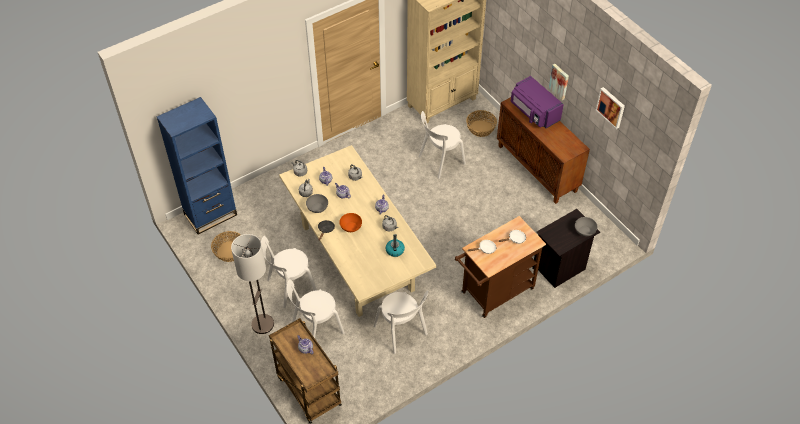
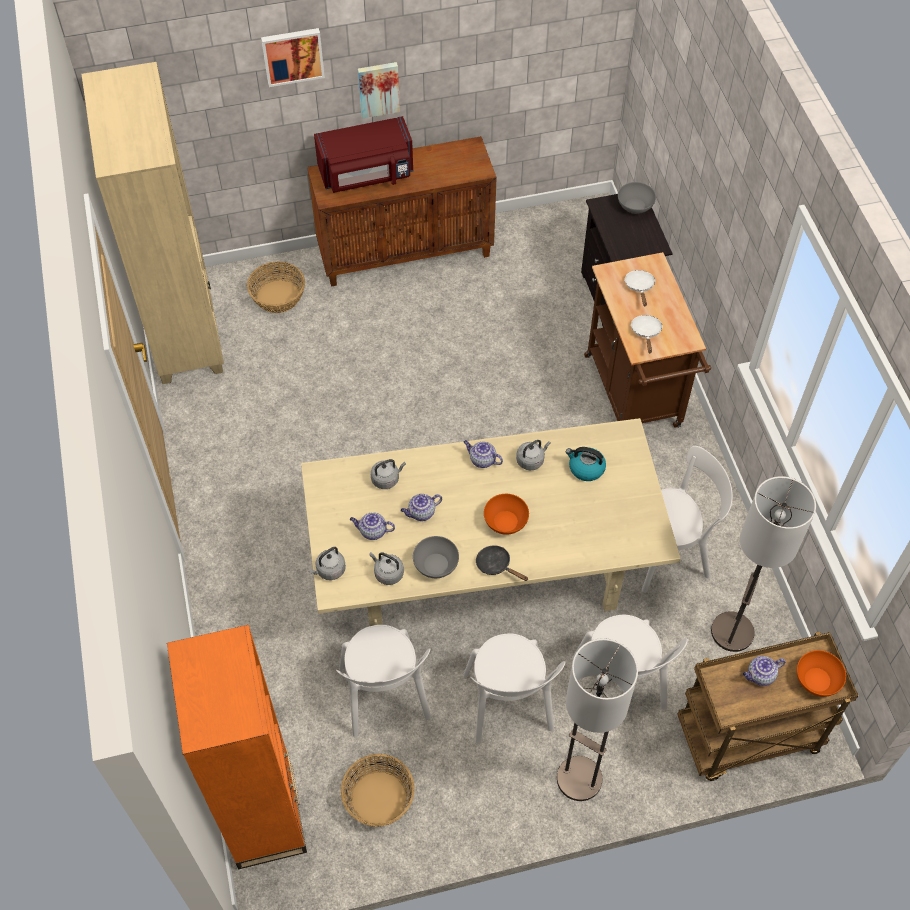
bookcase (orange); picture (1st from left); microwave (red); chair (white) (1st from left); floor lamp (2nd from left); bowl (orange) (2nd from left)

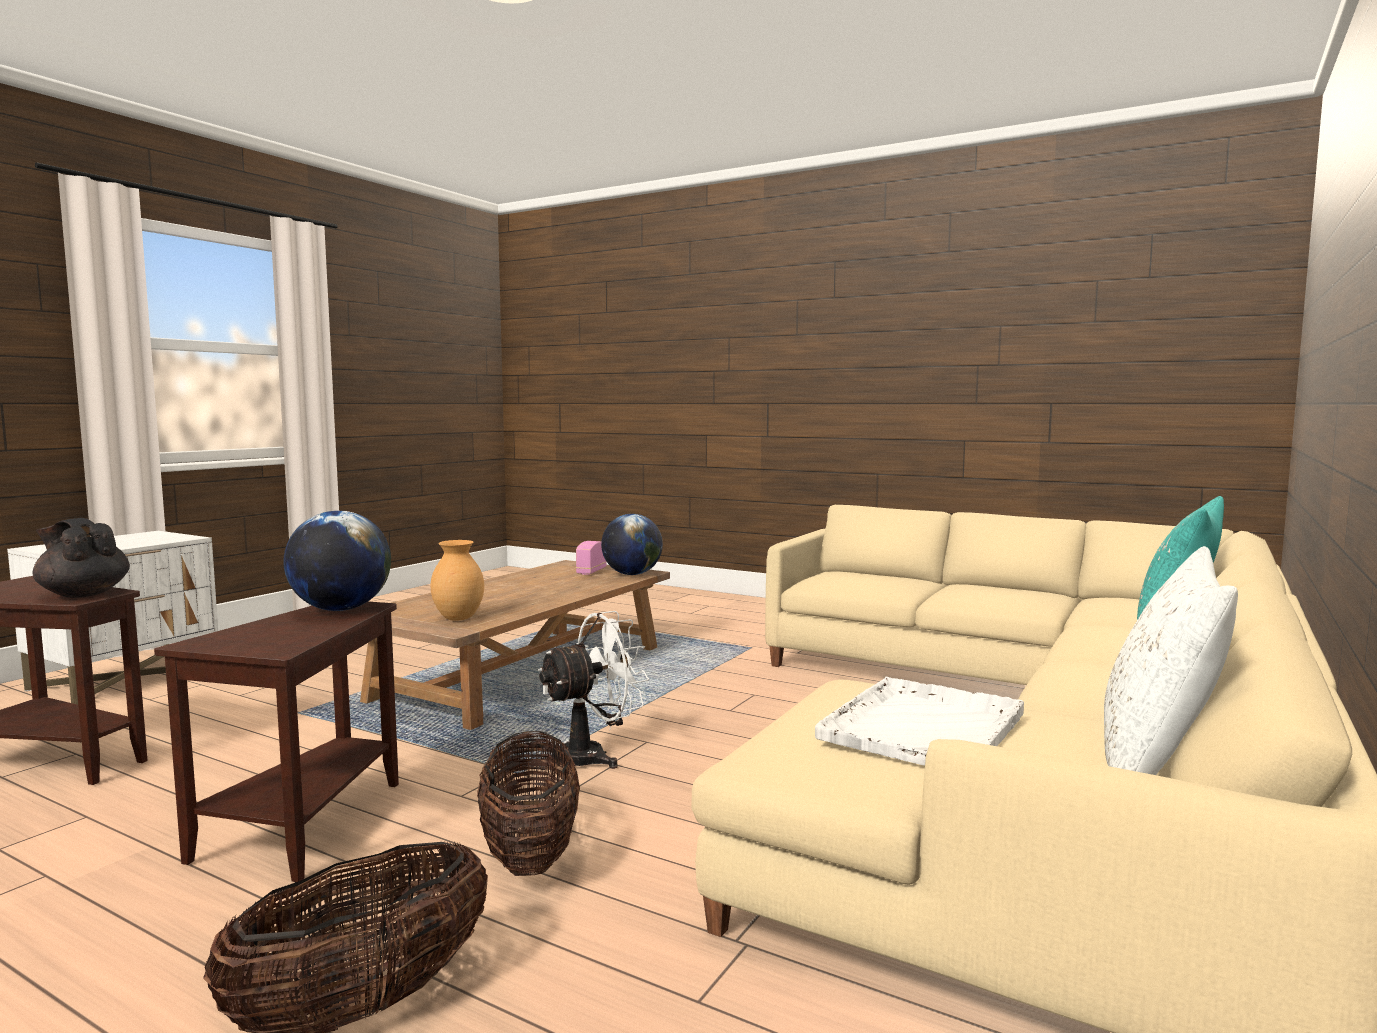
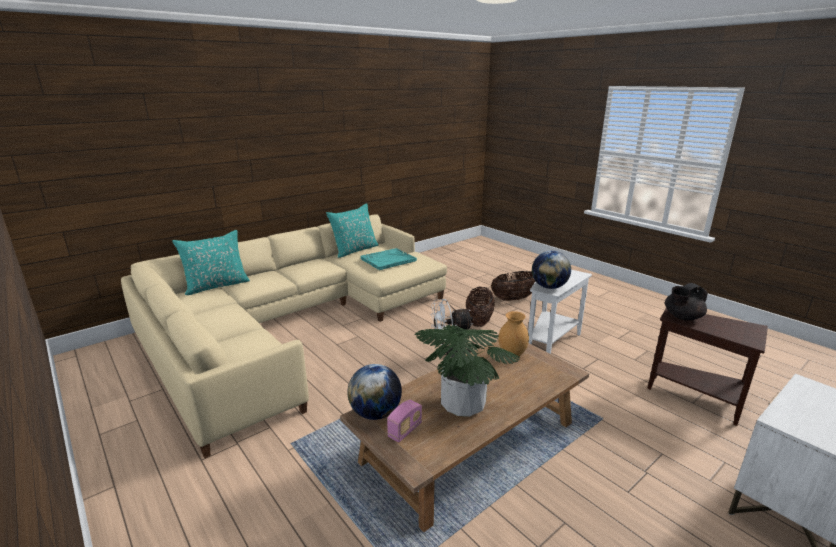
pillow (turquoise) (2nd from left); tray (turquoise); potted plant; side table (white); teapot (black)

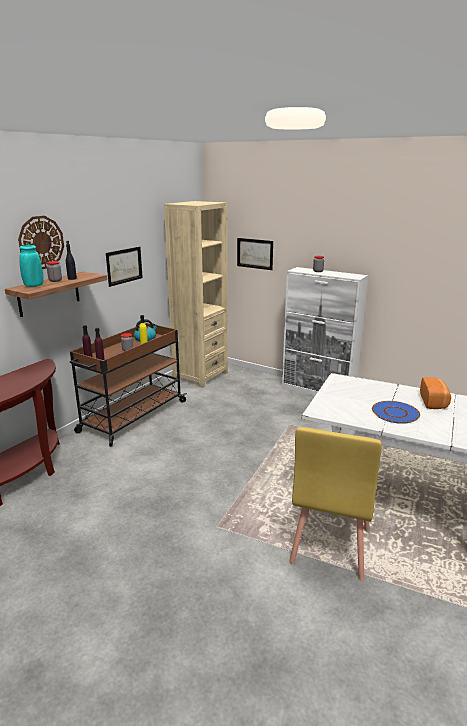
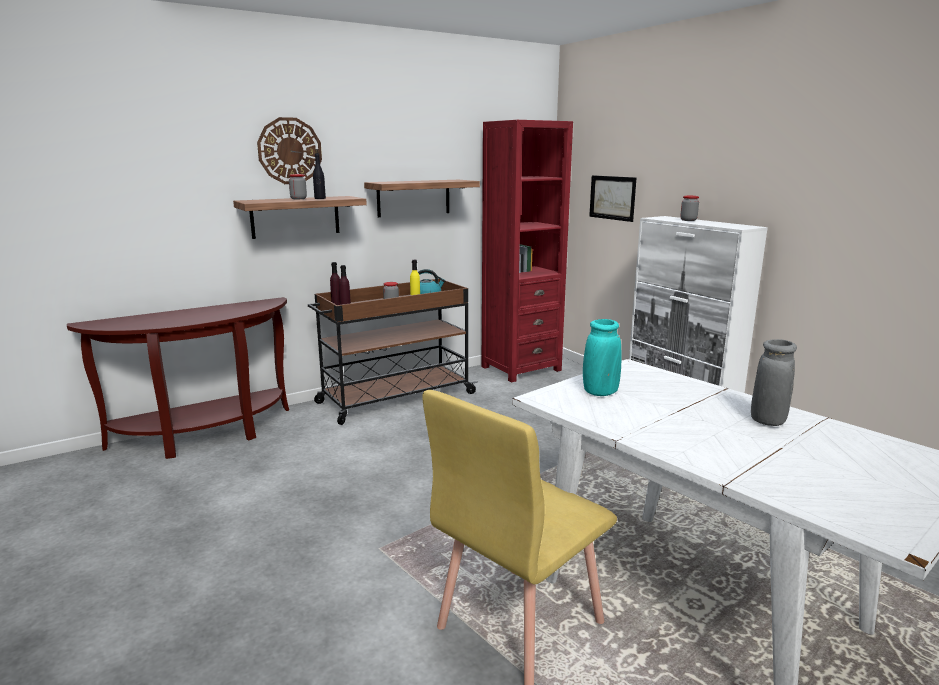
shelf (2nd from left); bookcase (red); vase (turquoise); vase (grey); plate (blue)

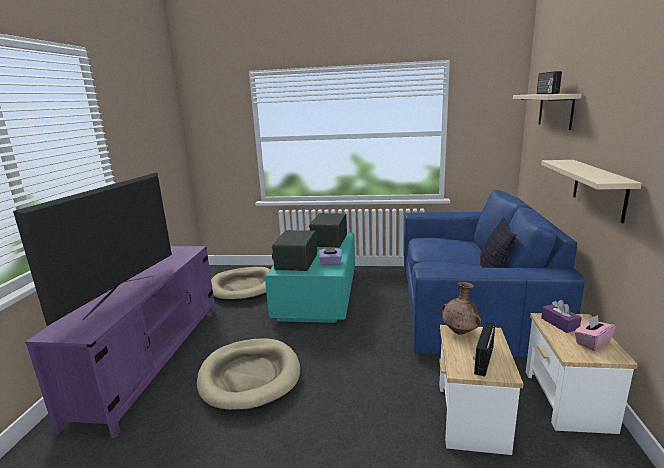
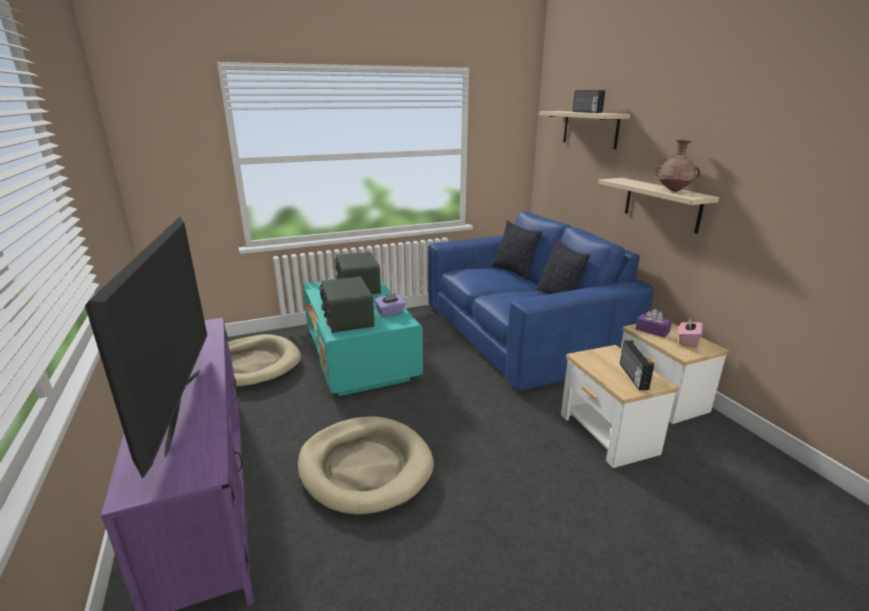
pillow (1st from left); vase (brown)

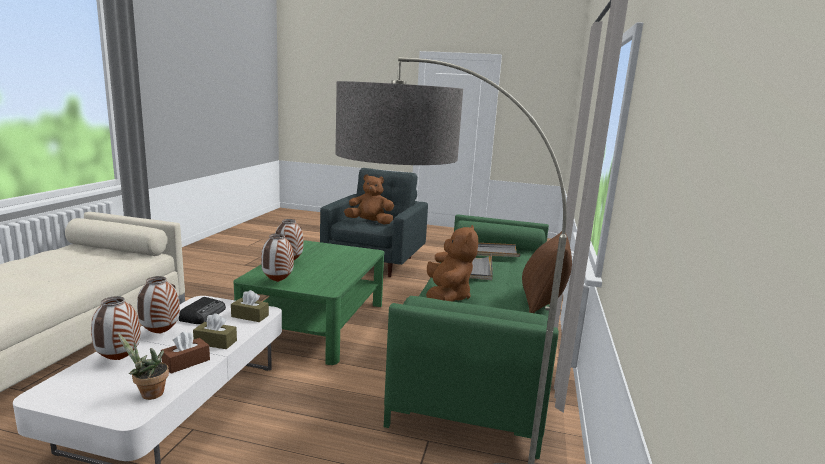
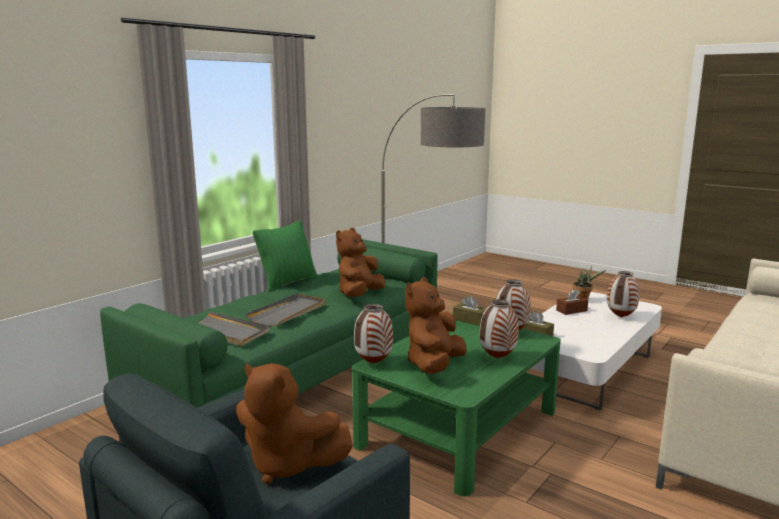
pillow (green); vase (1st from left); plush toy (brown) (3rd from left); tissue box (brown) (1st from left); radio

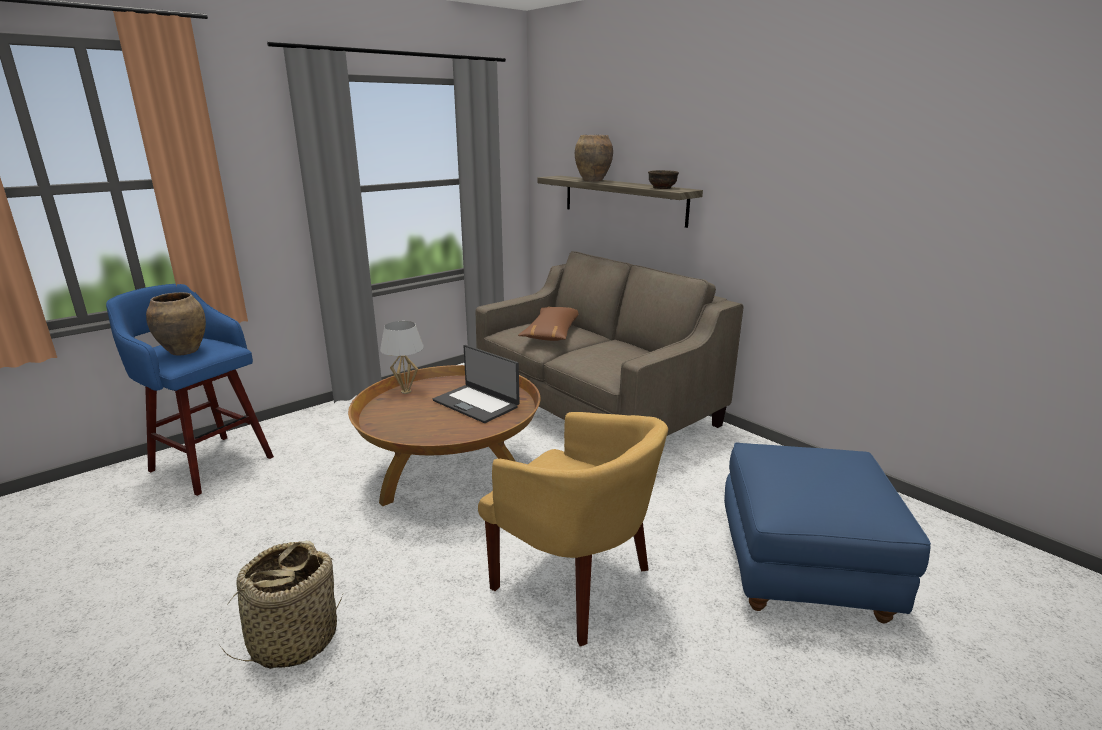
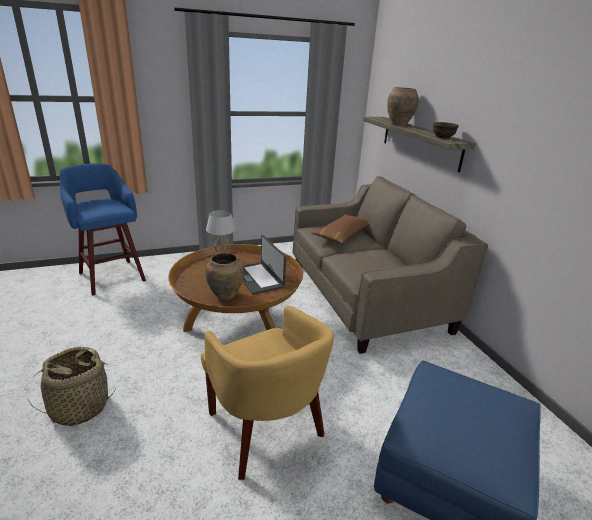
vase (brown) (1st from left)

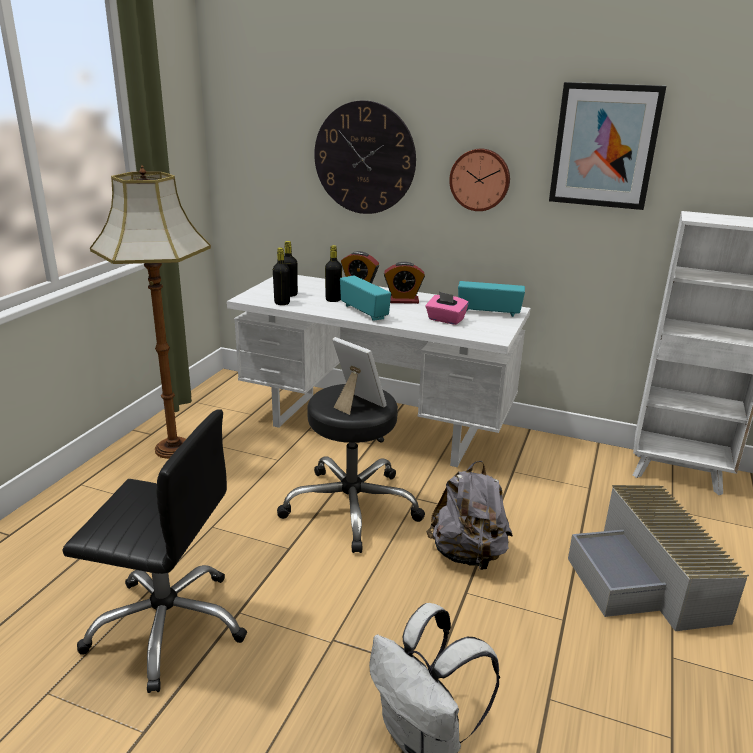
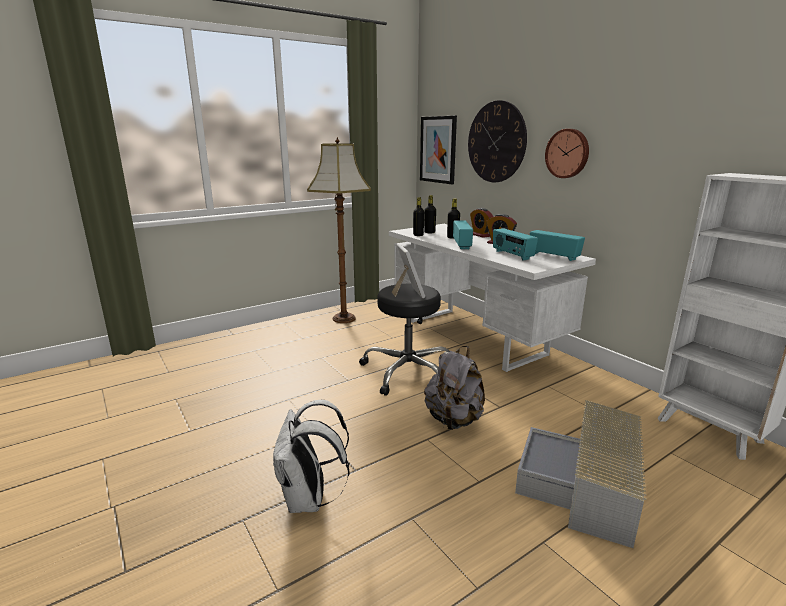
picture; radio (2nd from left); office chair (black)

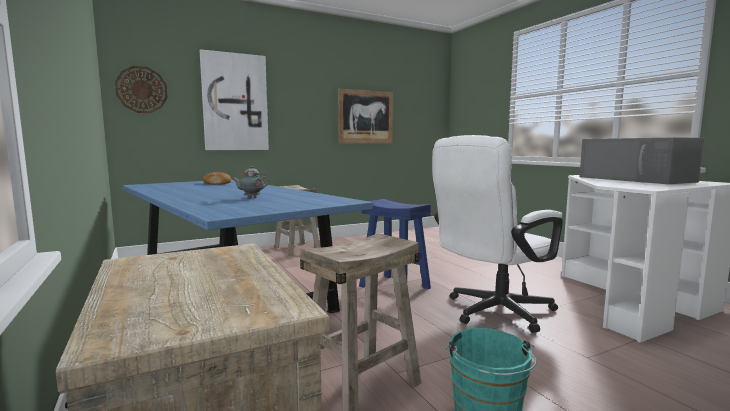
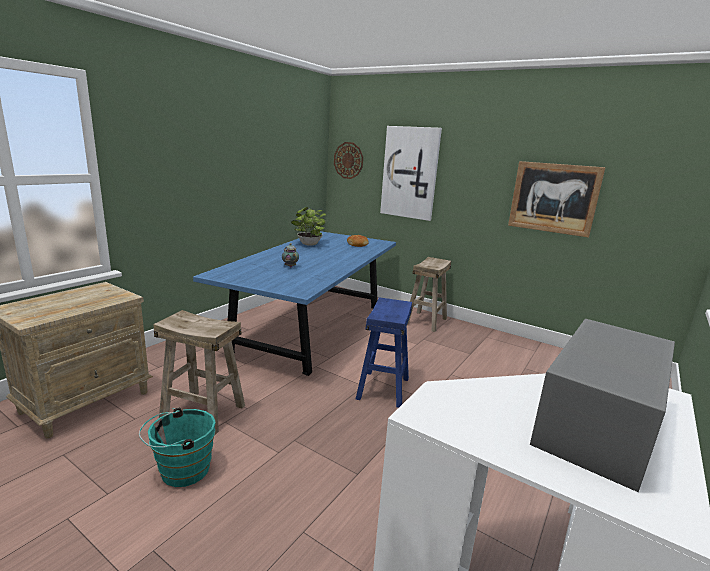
potted plant; office chair (white)

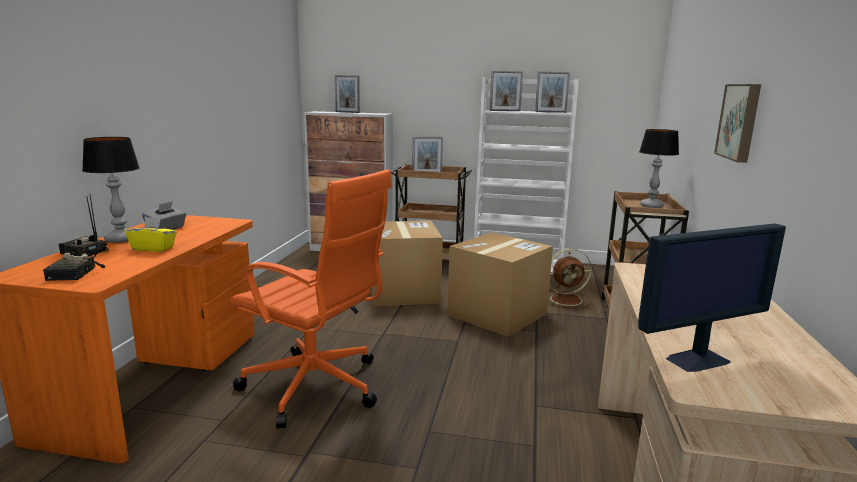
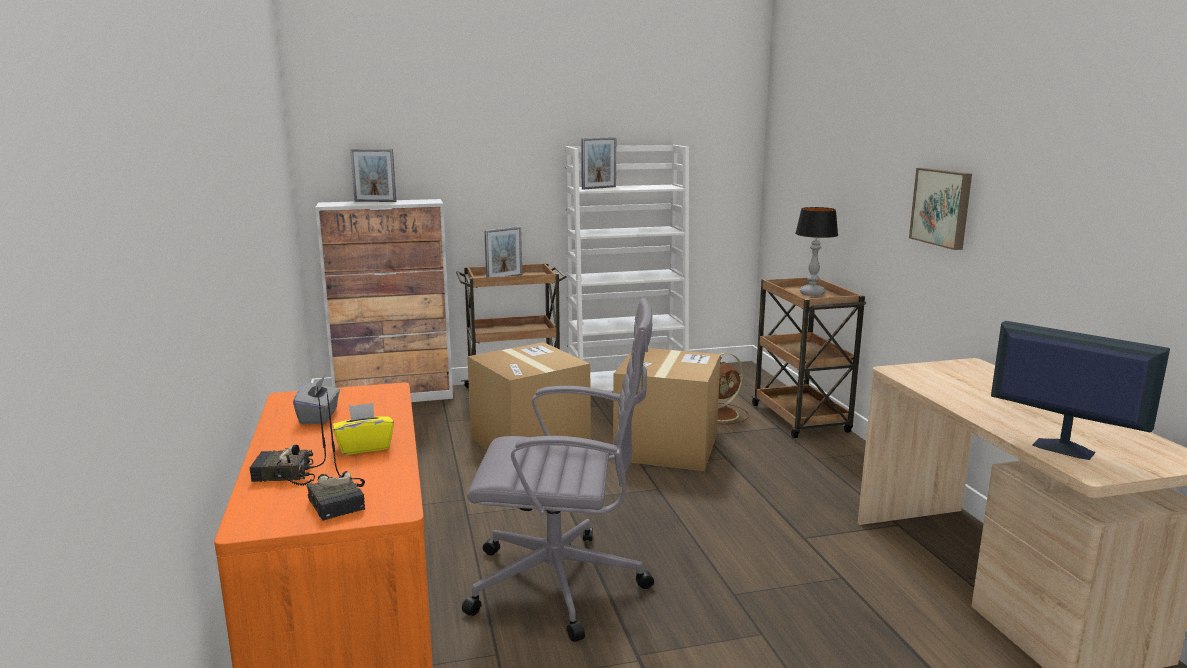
office chair (grey); monitor; table lamp (1st from left in the first image); picture frame (4th from left in the first image)

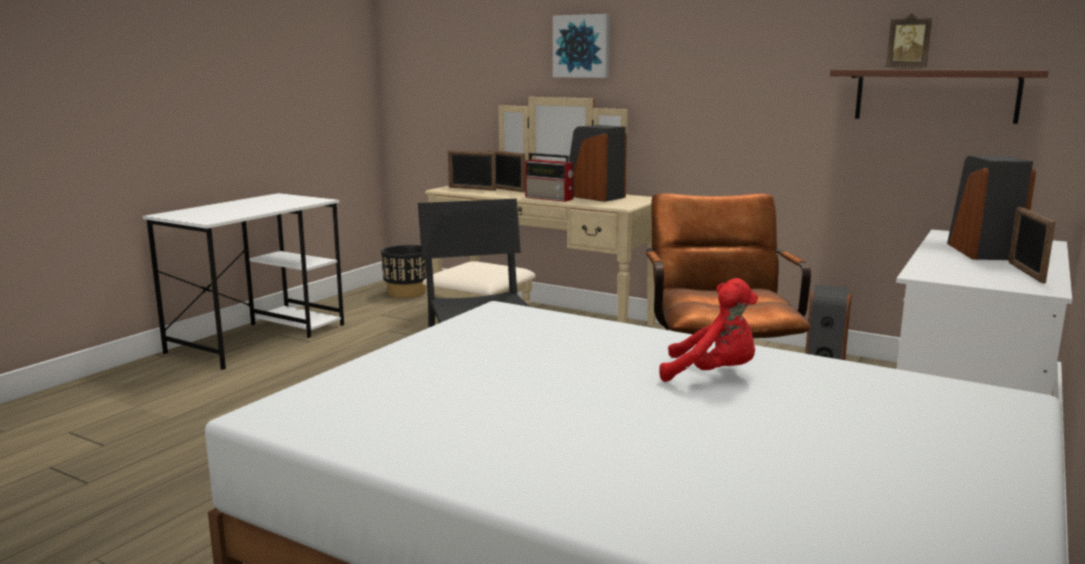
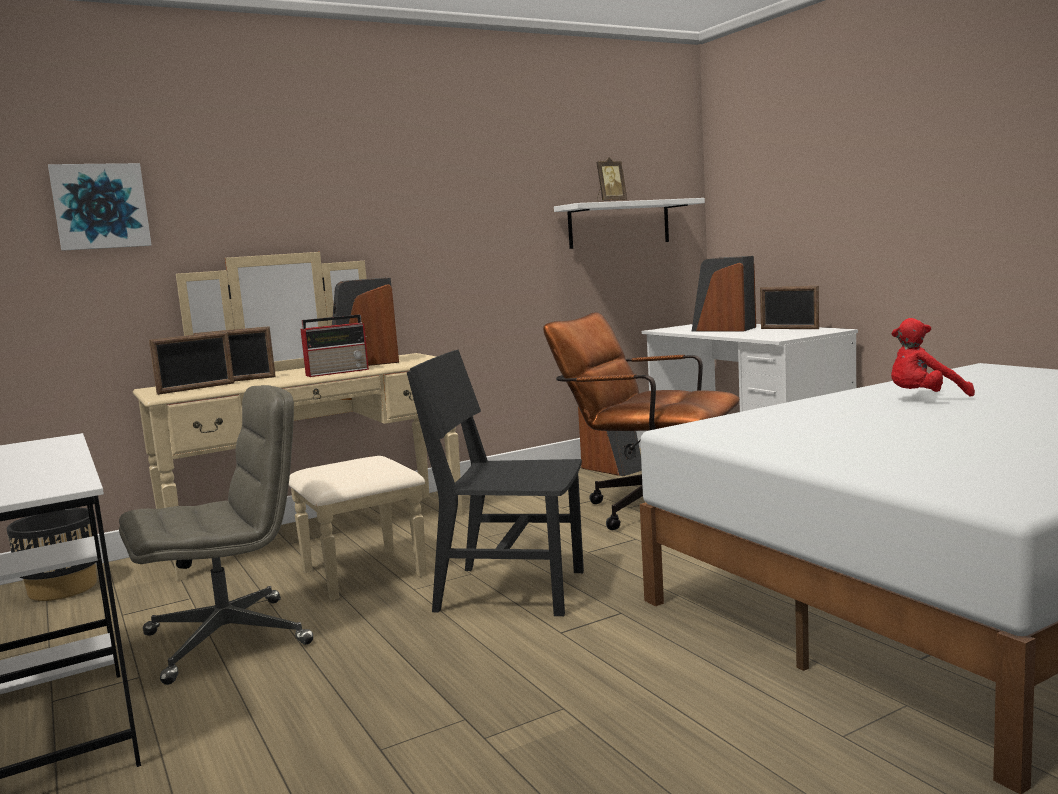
picture; office chair (grey); shelf (white); plush toy (red)

